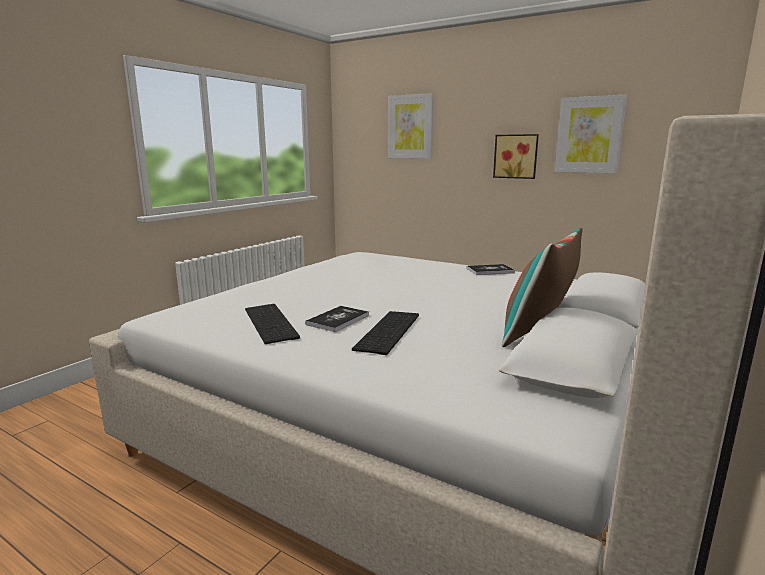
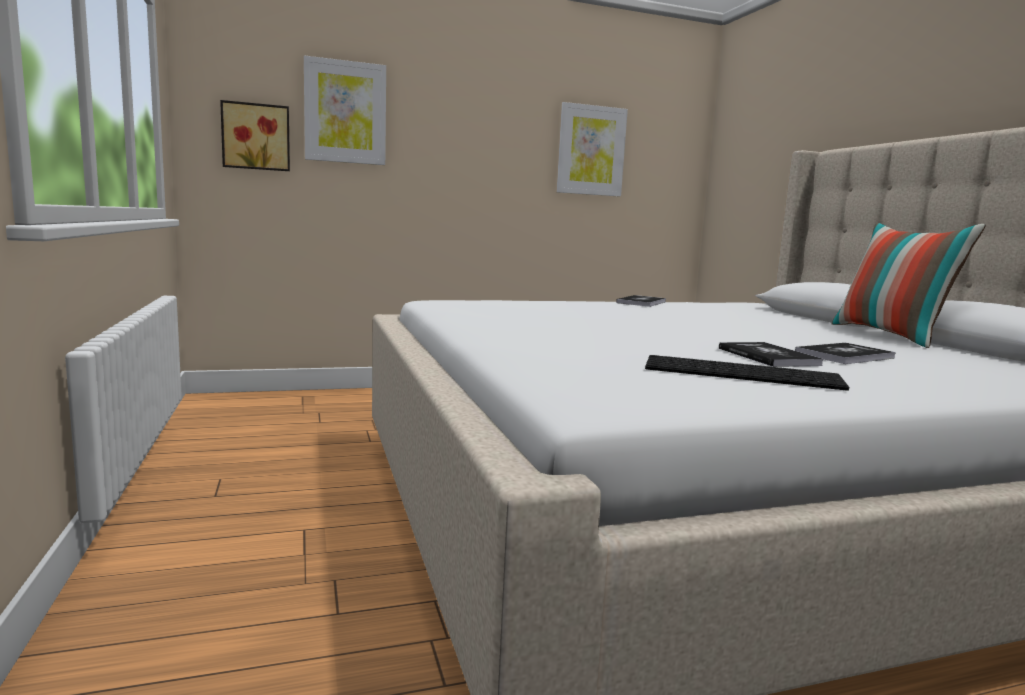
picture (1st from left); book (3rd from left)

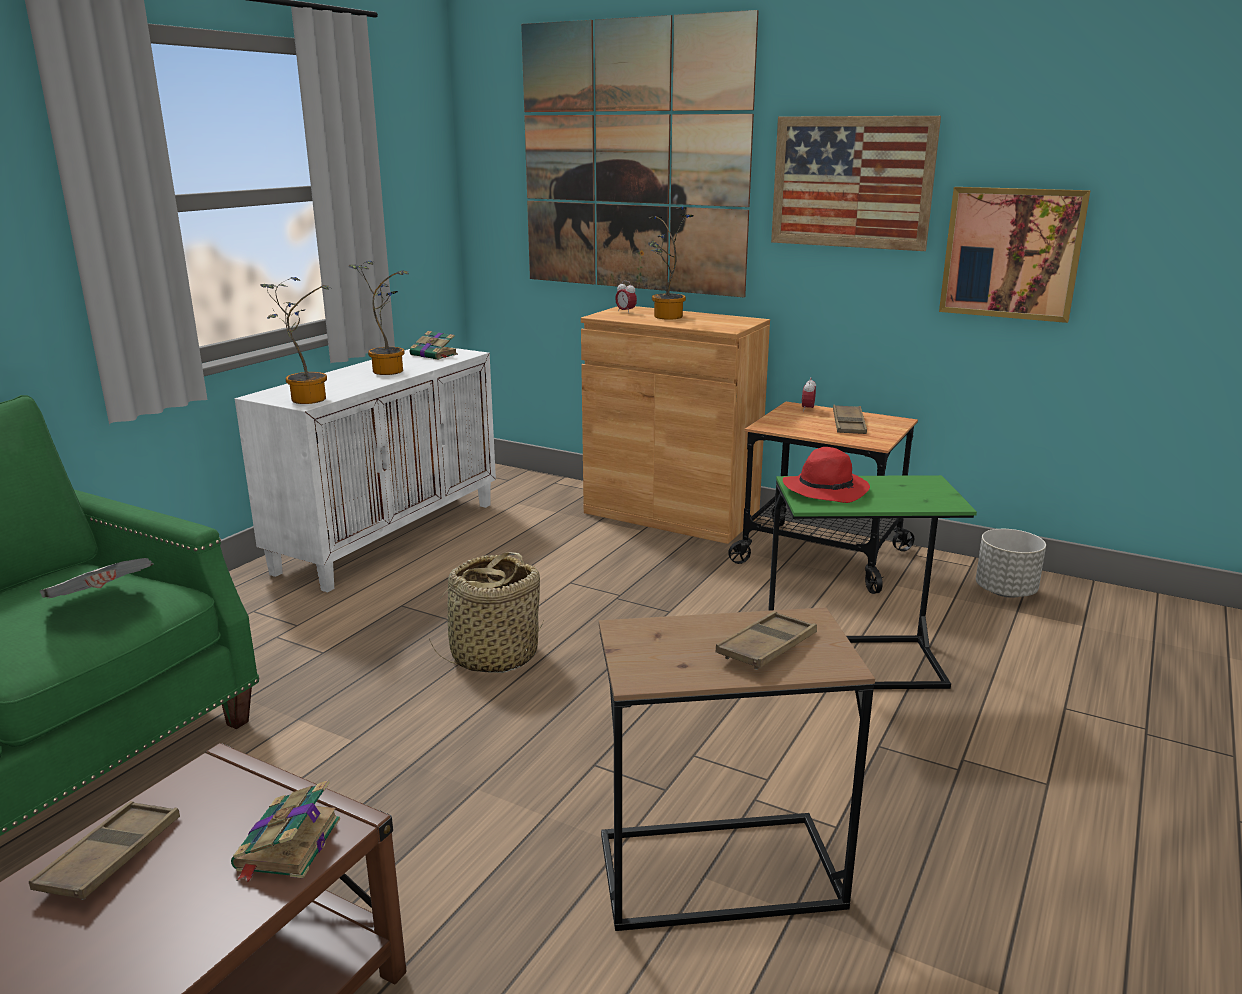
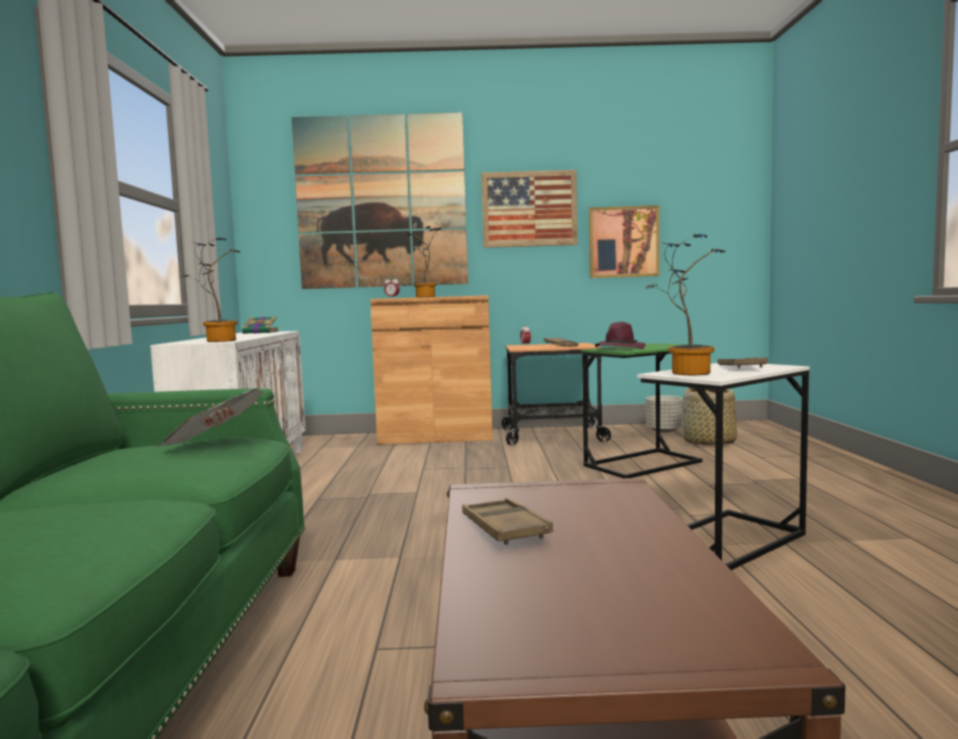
hat (purple); side table (white); potted plant (3rd from left); basket; book (1st from left in the first image)

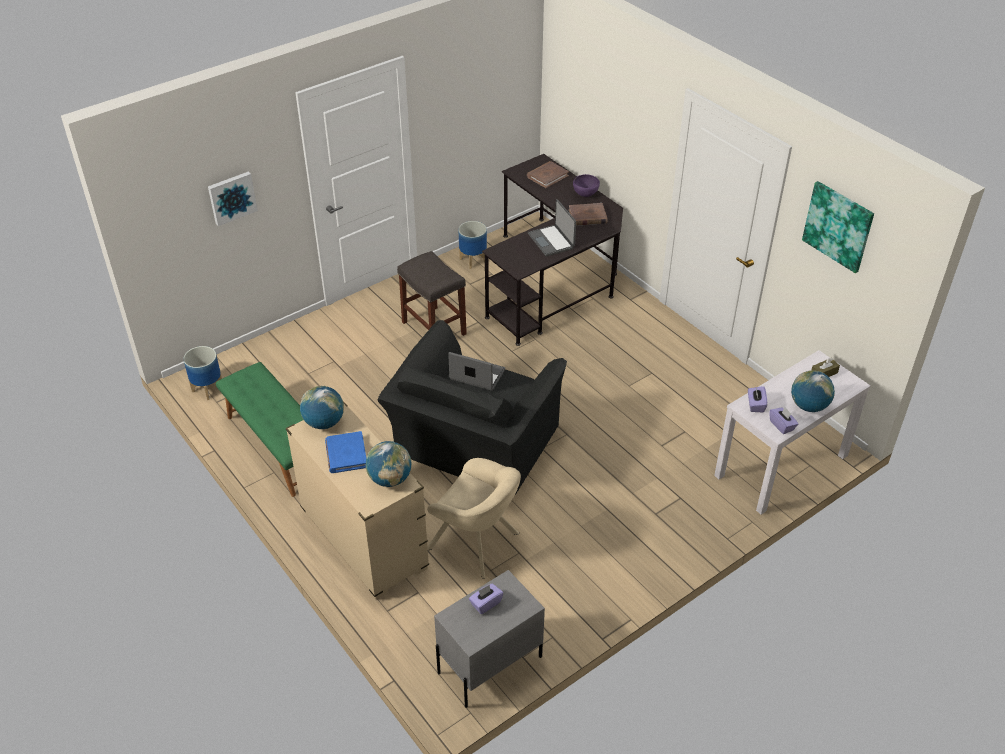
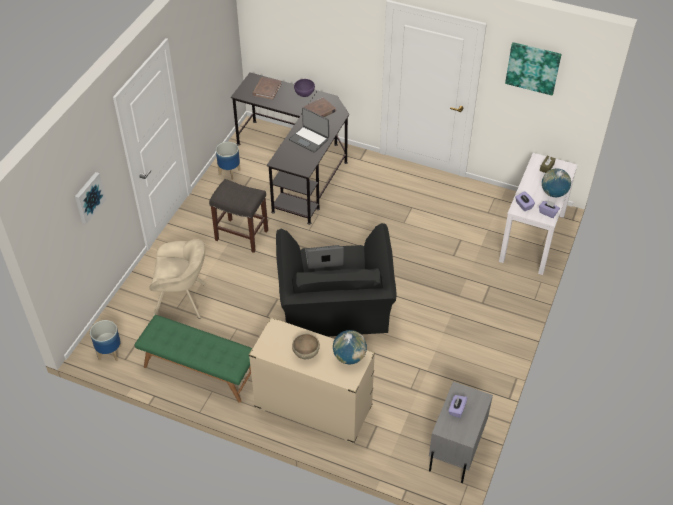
armchair (beige); bowl (brown); globe (1st from left in the first image)

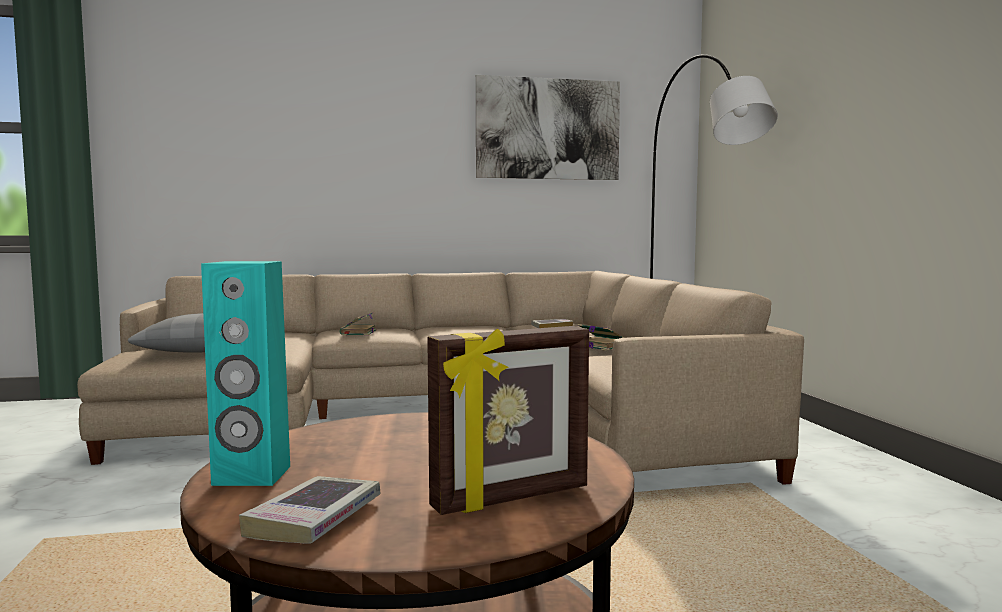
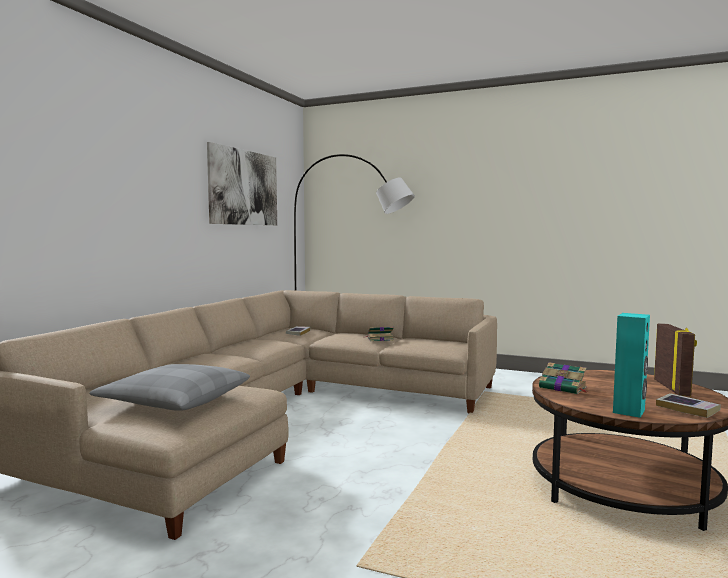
book (3rd from left)

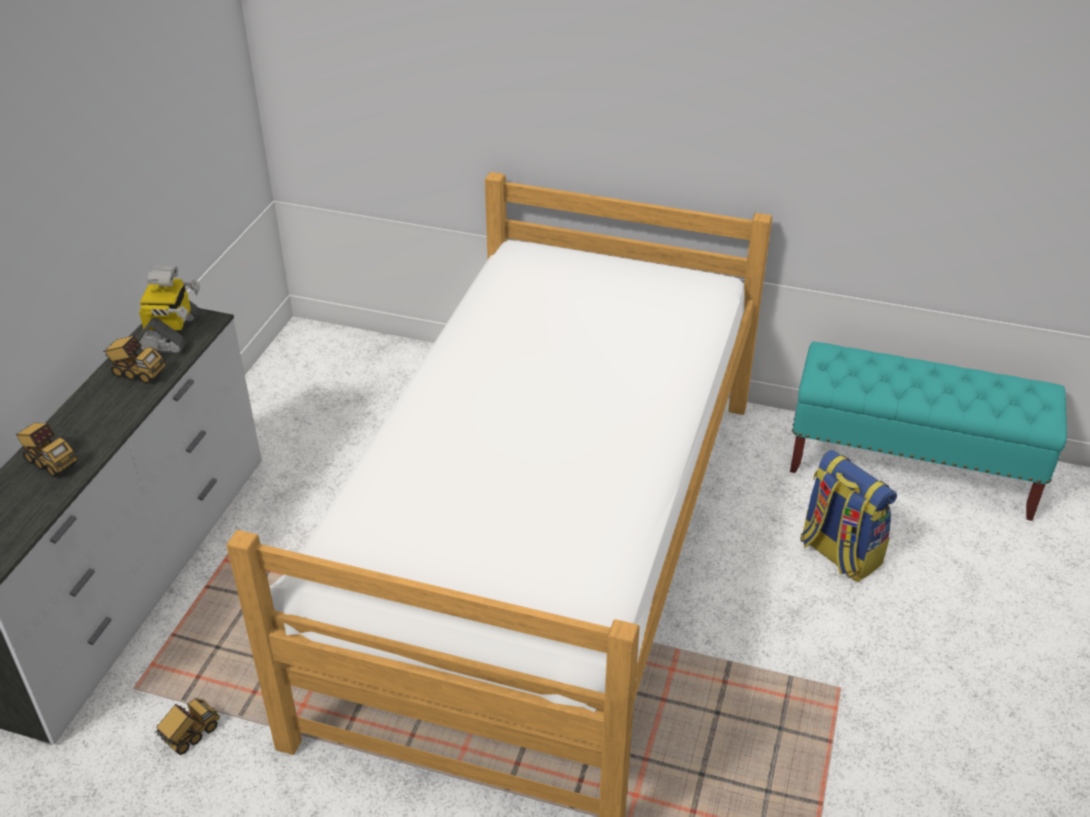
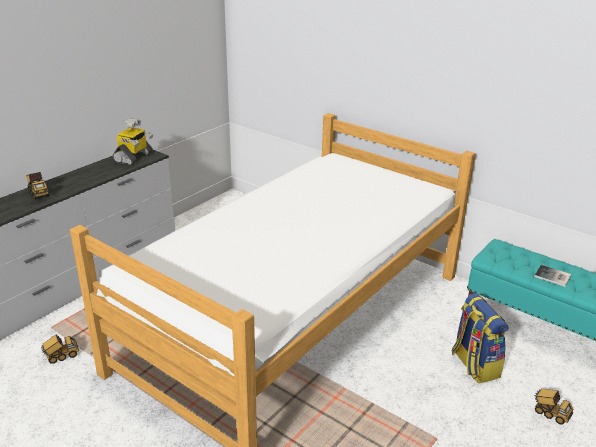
book; toy truck (3rd from left)

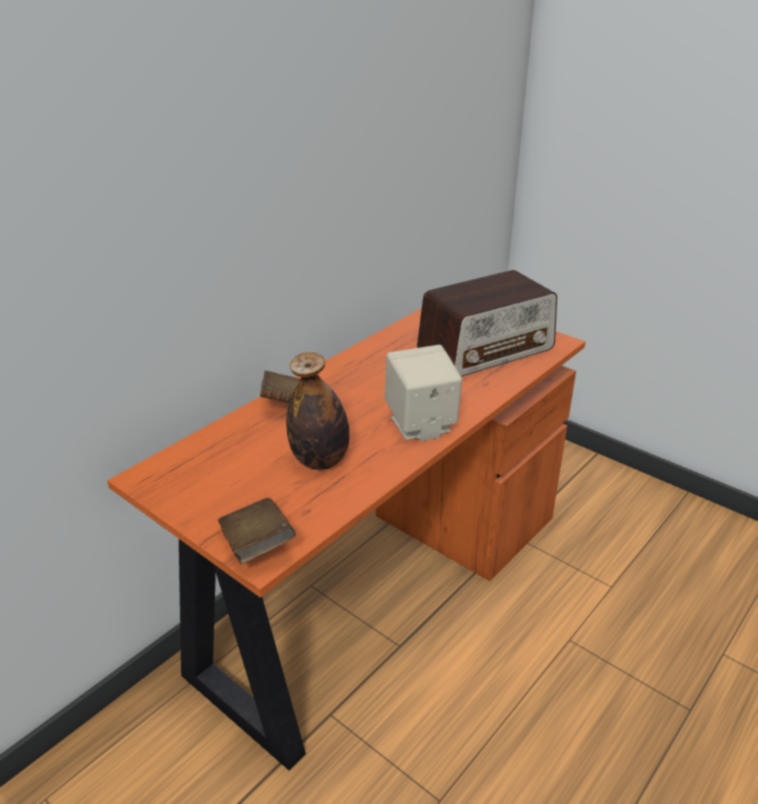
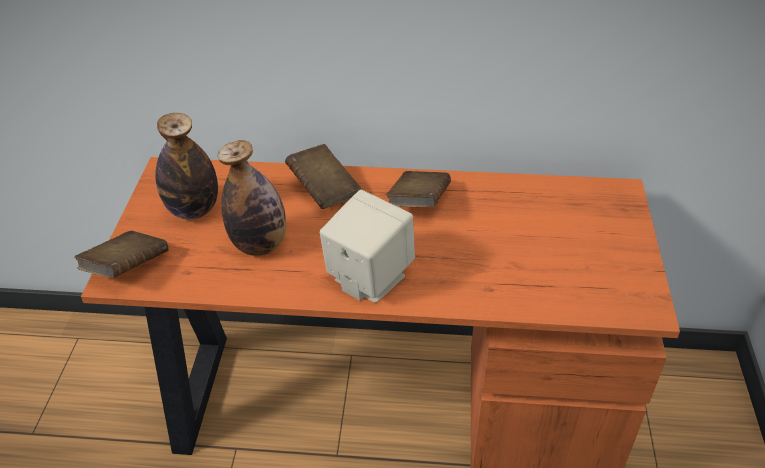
bottle (1st from left); book (brown) (3rd from left); radio

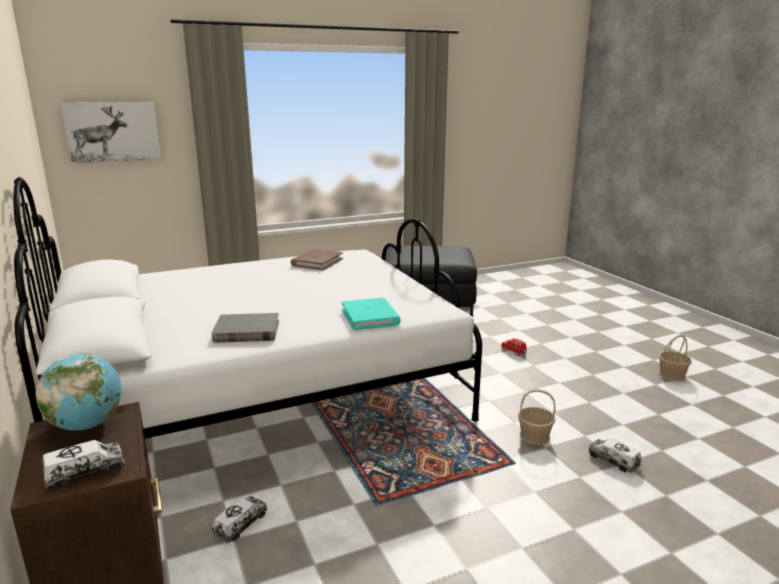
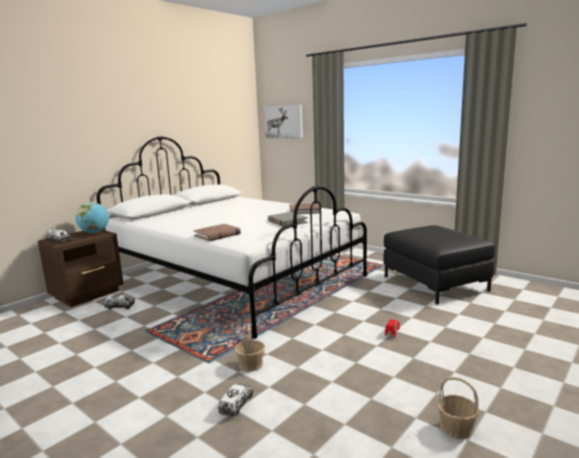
book (brown) (1st from left); book (grey)

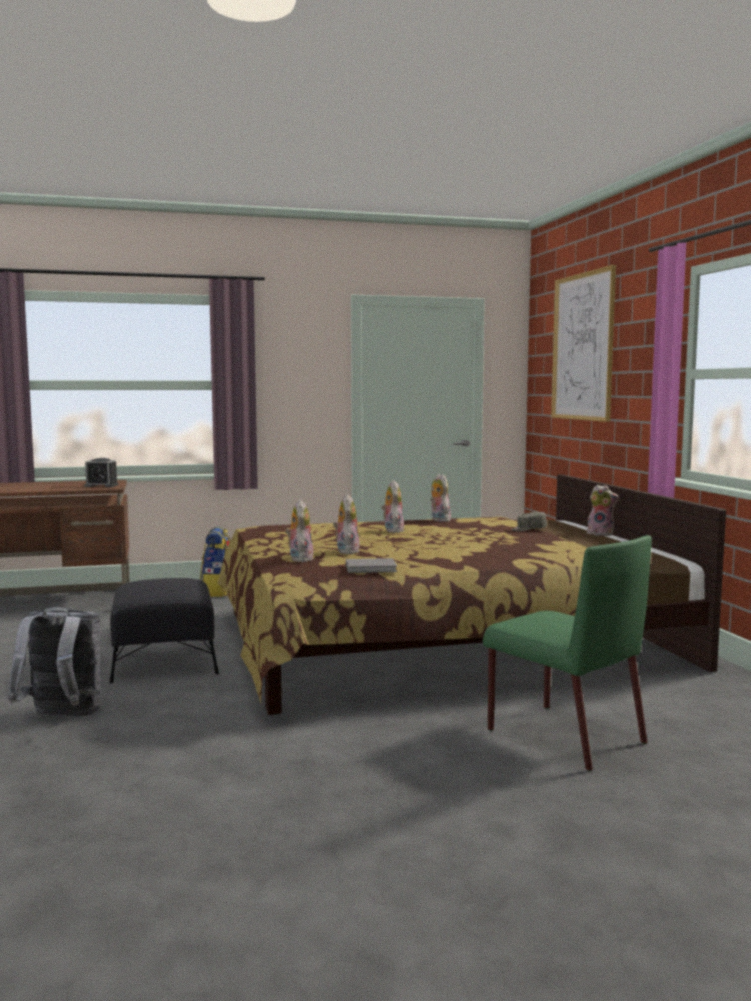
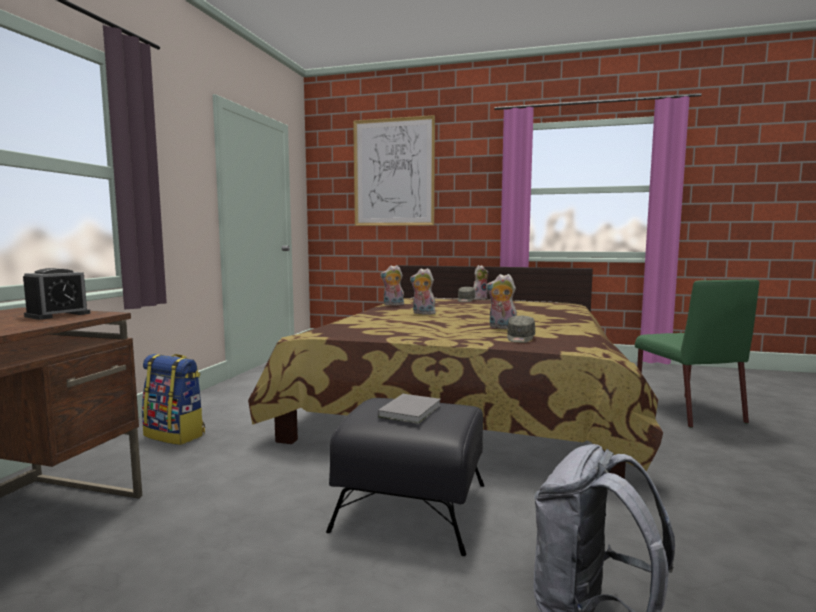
book (grey); cap (grey) (2nd from left); chair (green)

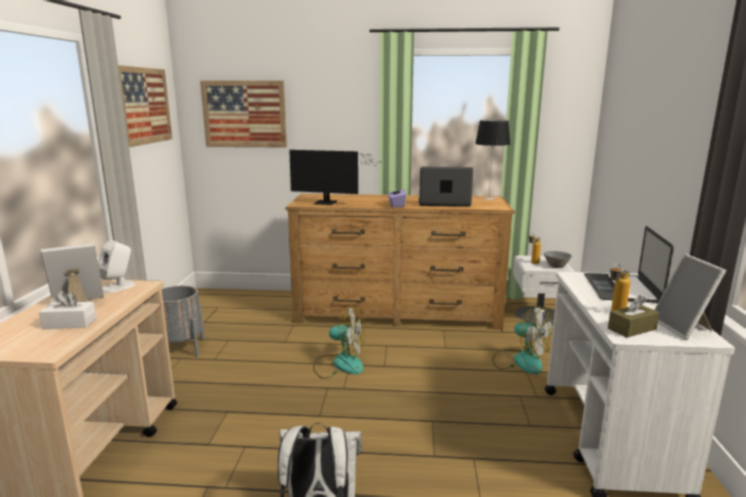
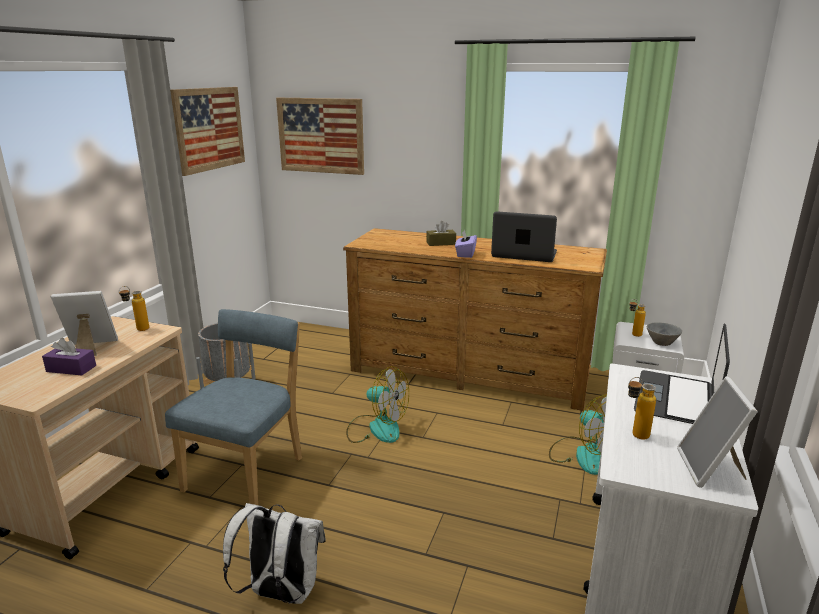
tissue box (purple) (1st from left); bottle (1st from left); chair (blue); tissue box (brown); monitor; table lamp

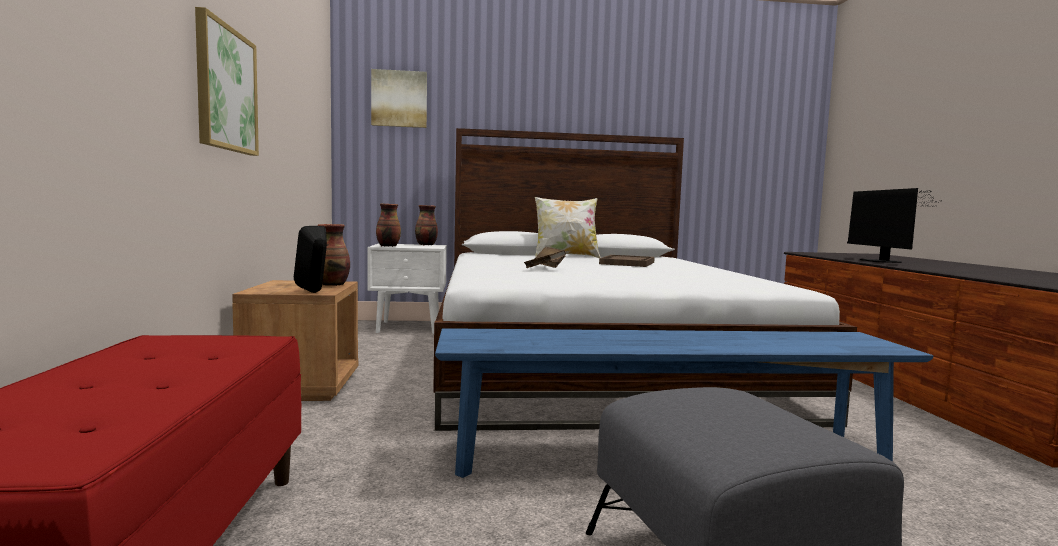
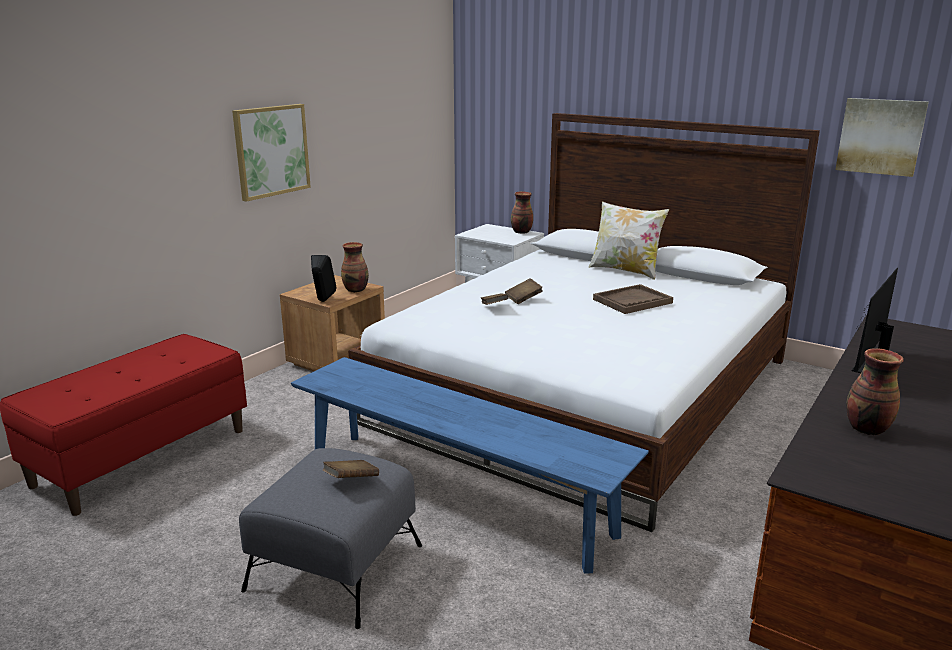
book (brown) (1st from left); picture (2nd from left); vase (3rd from left)

